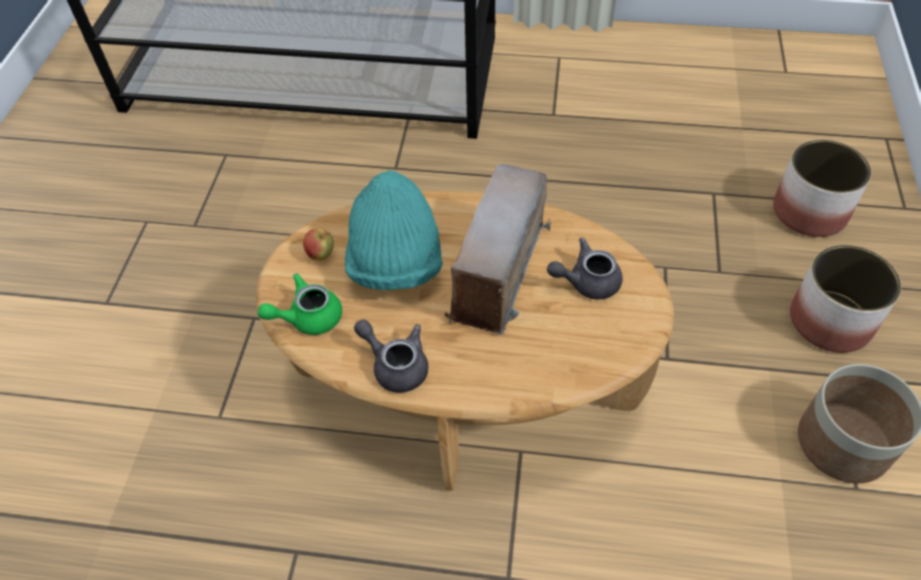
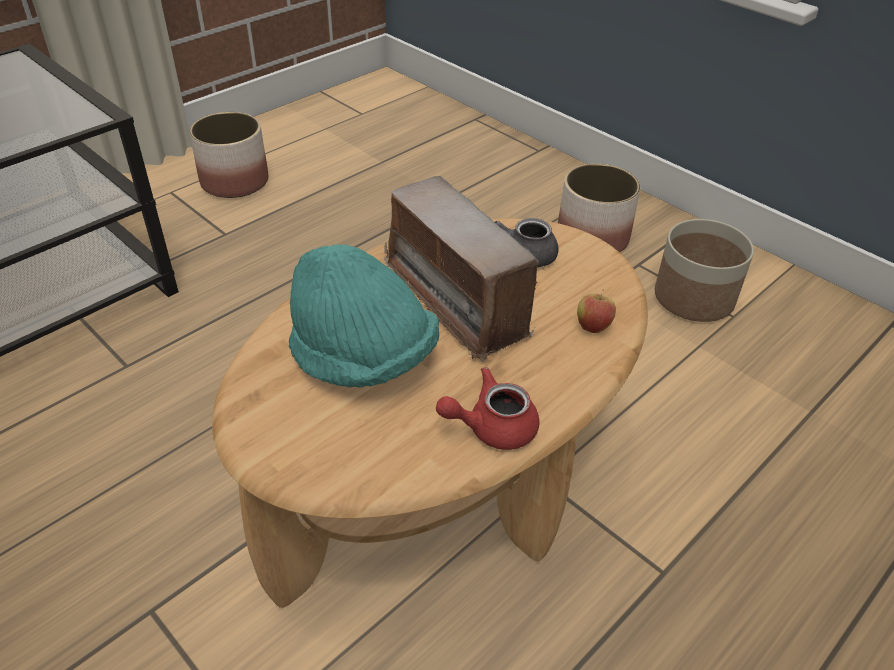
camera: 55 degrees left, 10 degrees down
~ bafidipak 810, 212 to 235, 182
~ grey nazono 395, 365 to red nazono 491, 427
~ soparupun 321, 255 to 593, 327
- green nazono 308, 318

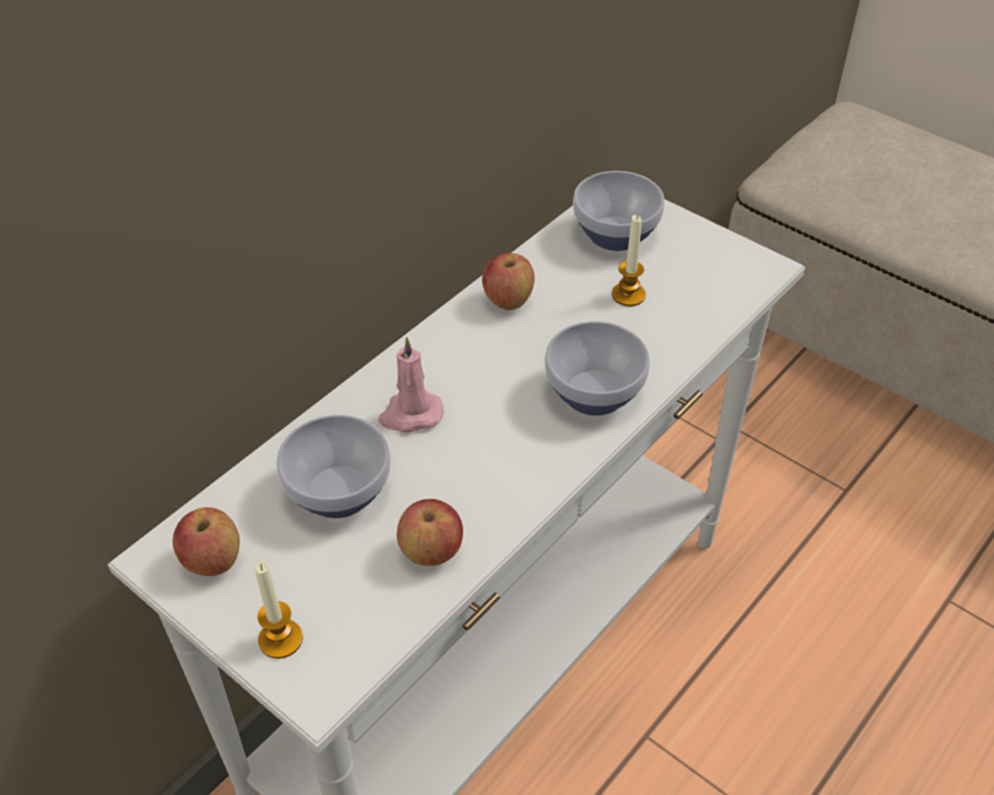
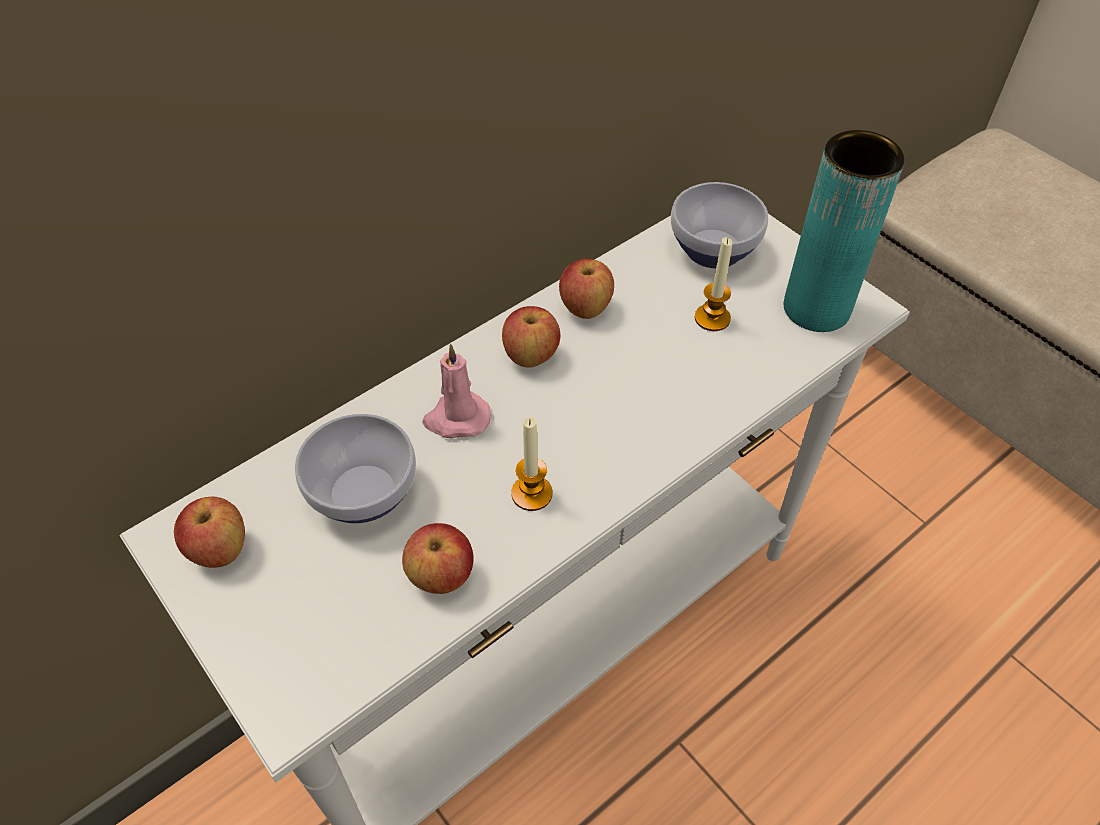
camera: 10 degrees right, 5 degrees up
+ soparupun 530, 356
~ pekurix 280, 639 to 531, 493
+ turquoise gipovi 816, 308
- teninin 591, 392

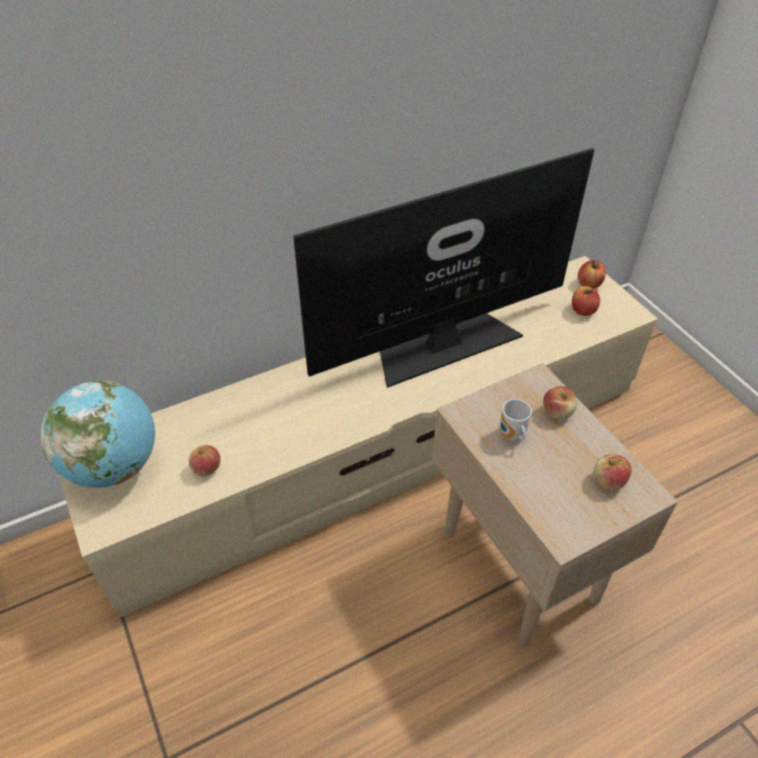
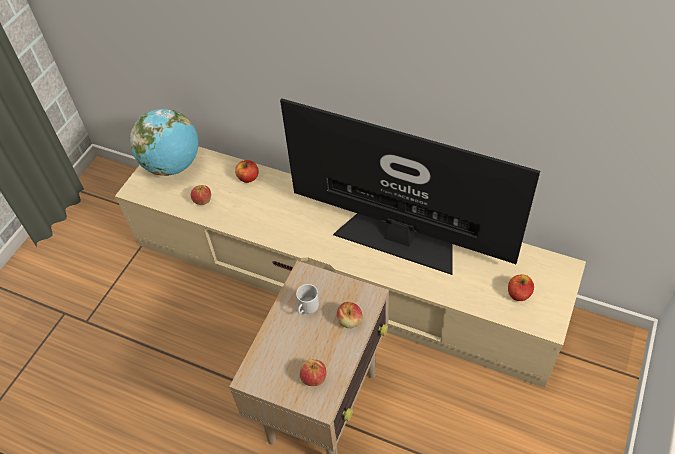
camera: 55 degrees right, 5 degrees up
~ soparupun 589, 284 to 248, 178

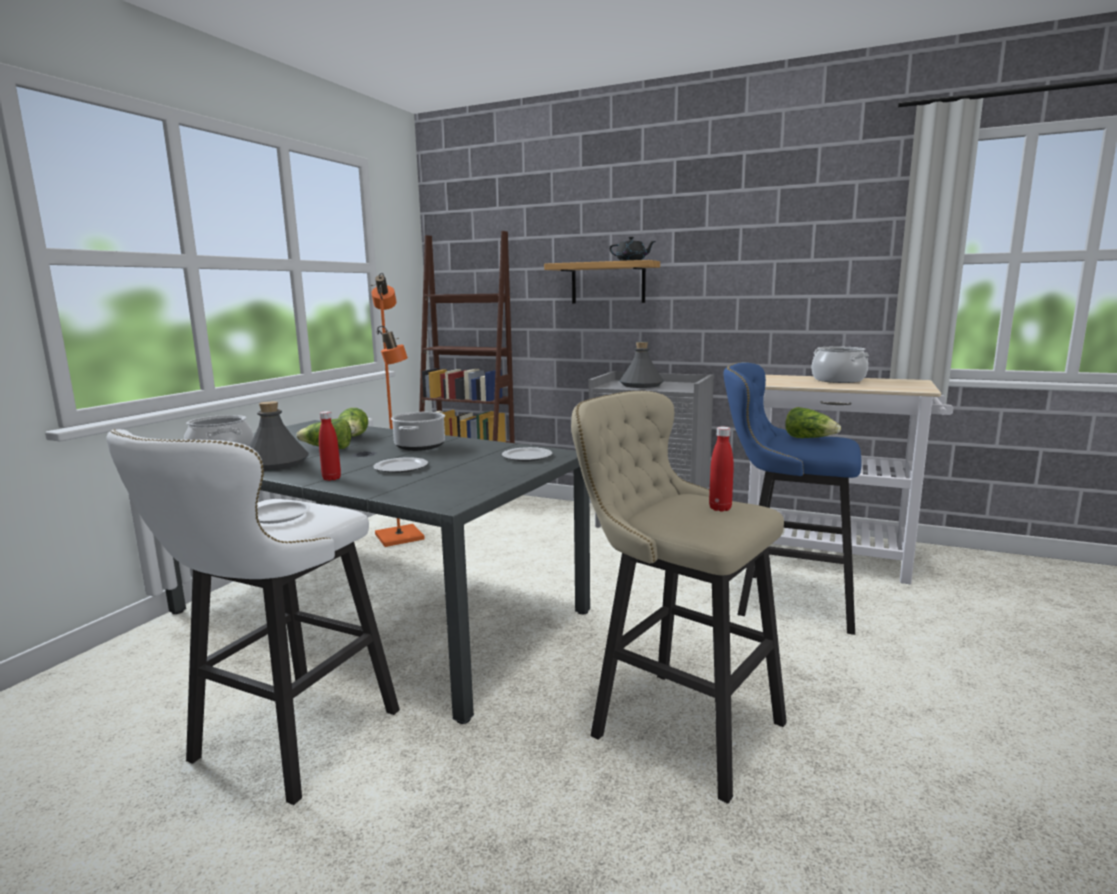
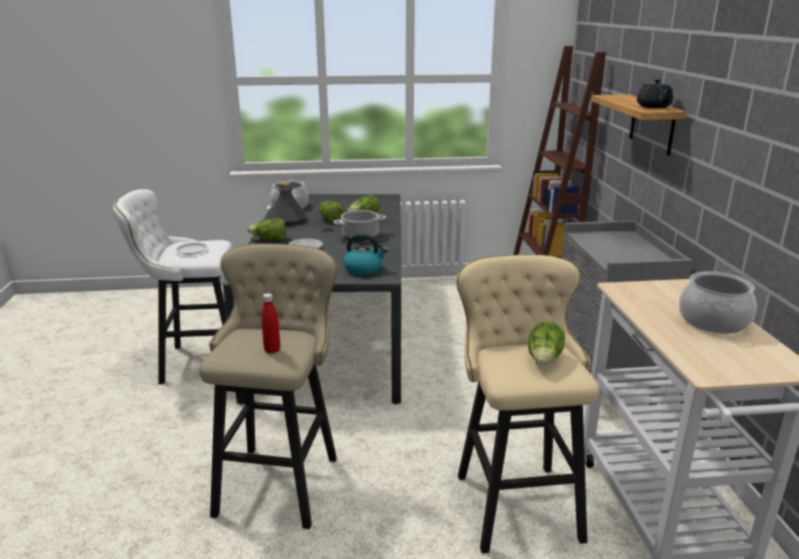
camera: 60 degrees right, 10 degrees up
~ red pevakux 331, 478 to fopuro 269, 239
~ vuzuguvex 526, 456 to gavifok 364, 269
~ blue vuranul 780, 599 to beige vuranul 513, 495
- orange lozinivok 399, 537
- grey pevakux 641, 385

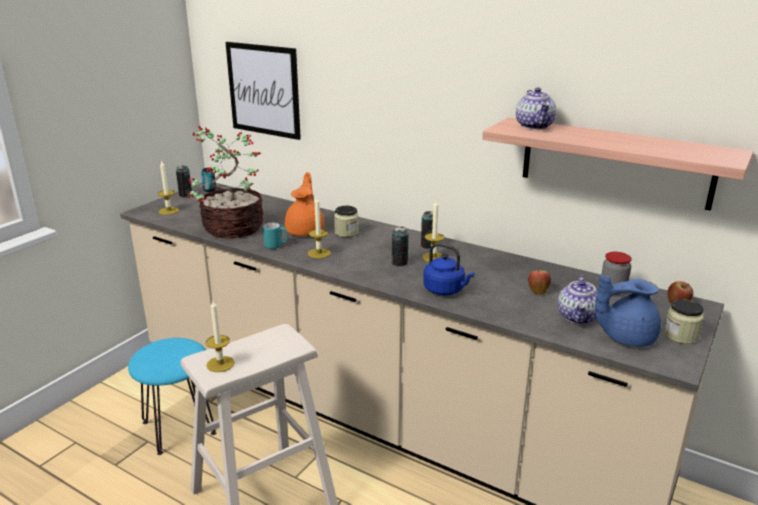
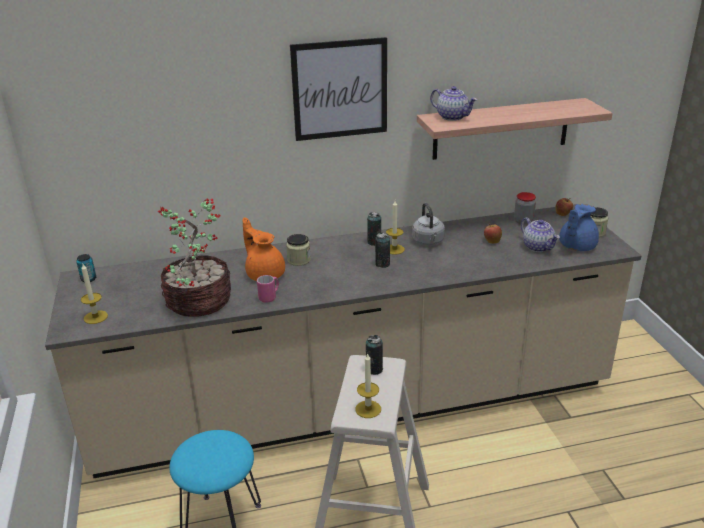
camera: 45 degrees left, 5 degrees up
~ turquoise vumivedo 276, 246 to pink vumivedo 269, 297
~ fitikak 263, 90 to 340, 89
~ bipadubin 185, 195 to 374, 369
+ grey gavifok 428, 242
- pekurix 319, 253
- blue gavifok 446, 290

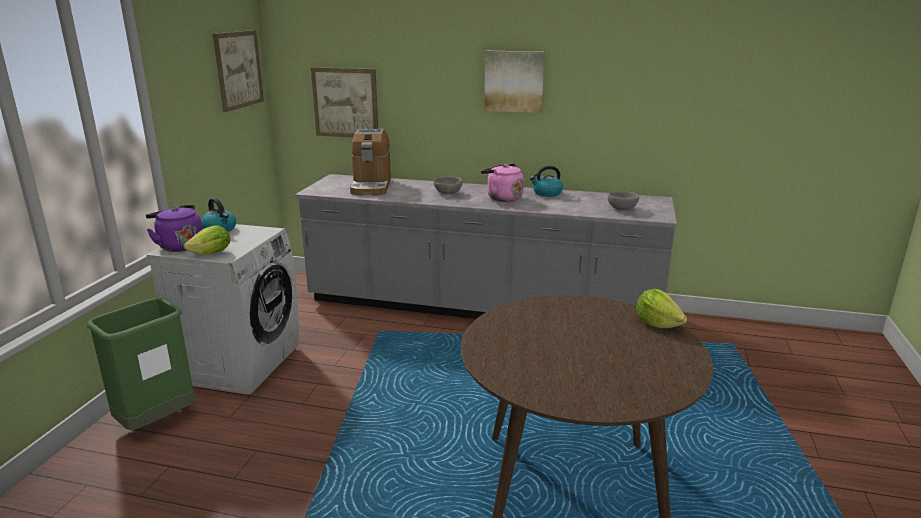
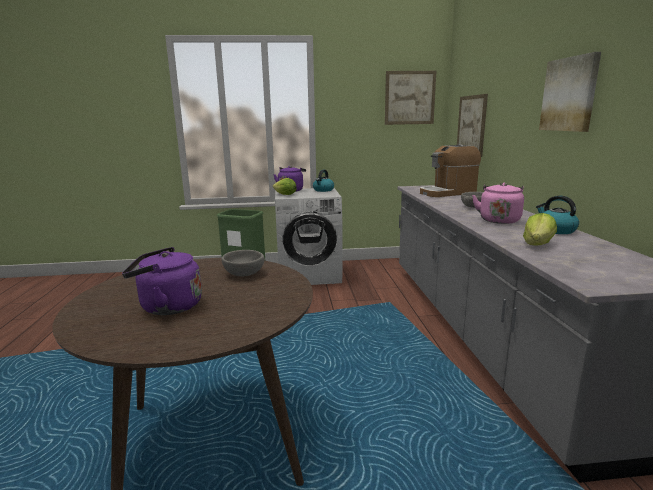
camera: 70 degrees right, 5 degrees down
+ purple gavifok 167, 307
~ grey teninin 621, 208 to 243, 273
~ fopuro 657, 323 to 538, 244

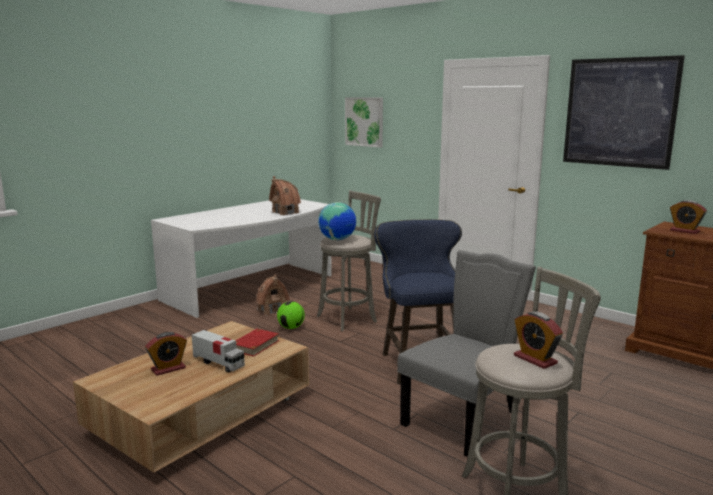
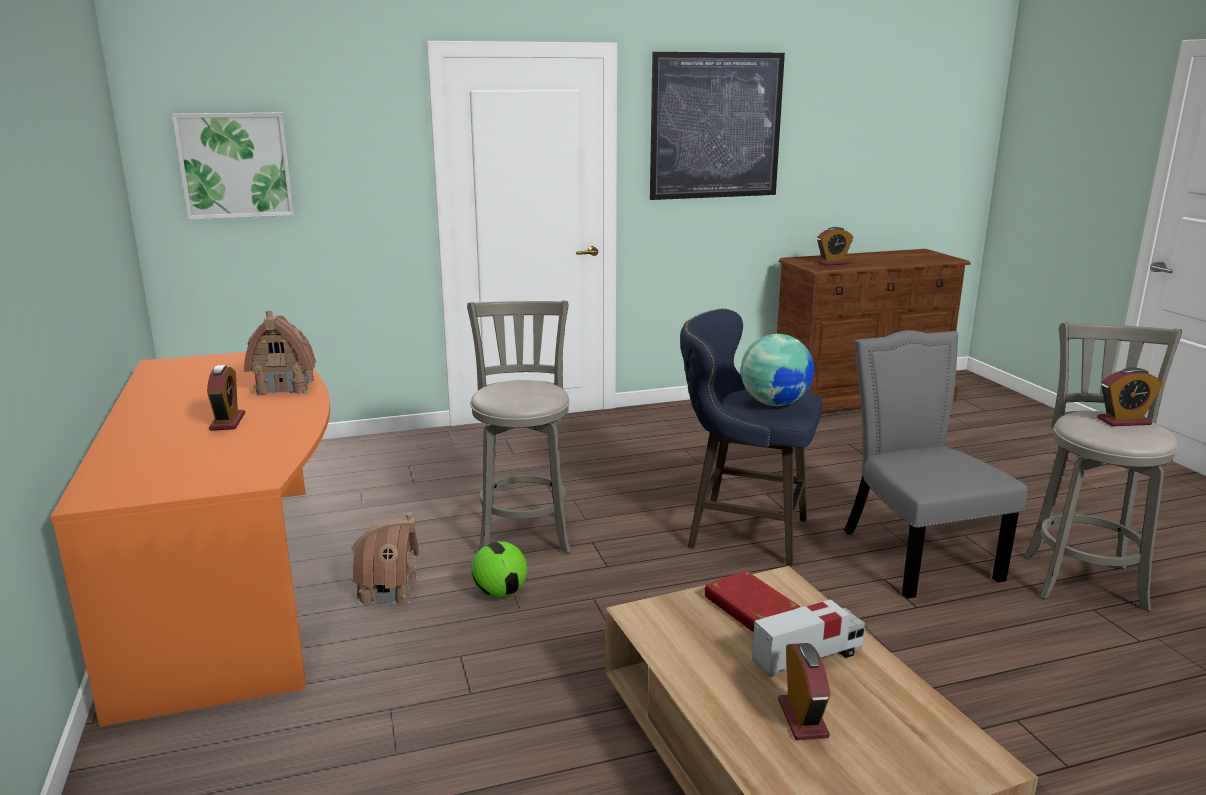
camera: 60 degrees left, 5 degrees up
~ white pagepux 253, 288 to orange pagepux 238, 582
+ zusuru 227, 422
~ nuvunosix 337, 239 to 775, 403

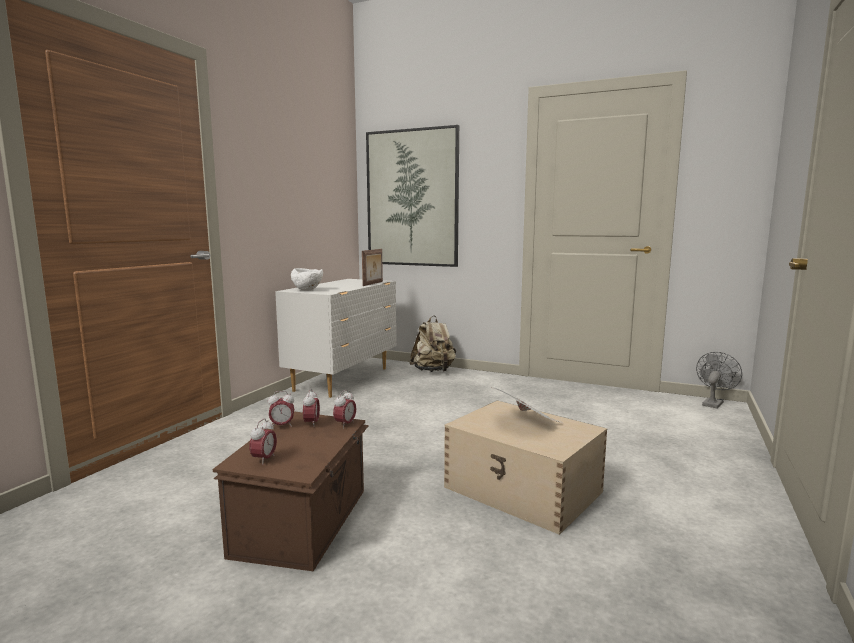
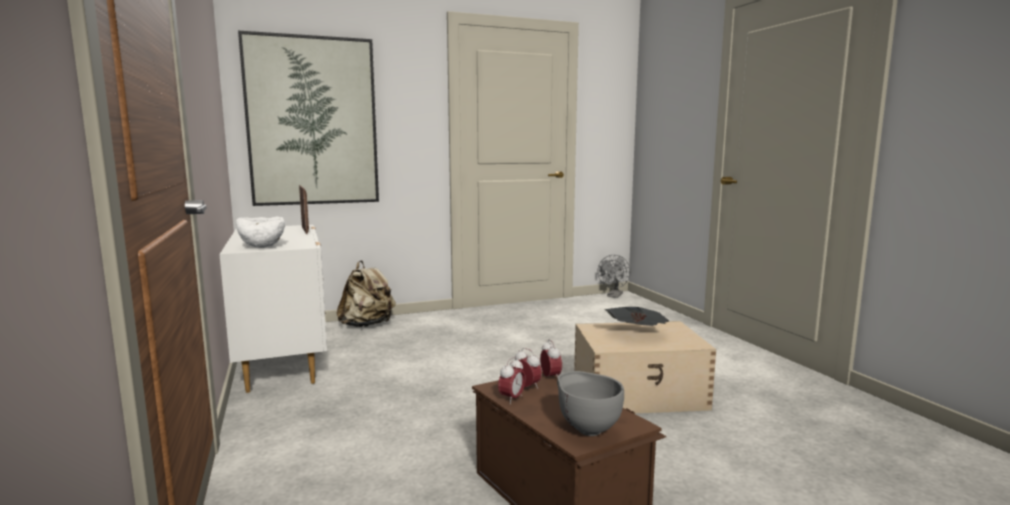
camera: 45 degrees left, 0 degrees up
~ zusuru 264, 460 to grey teninin 587, 429
~ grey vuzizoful 713, 403 = 614, 296 150 degrees counterclockwise

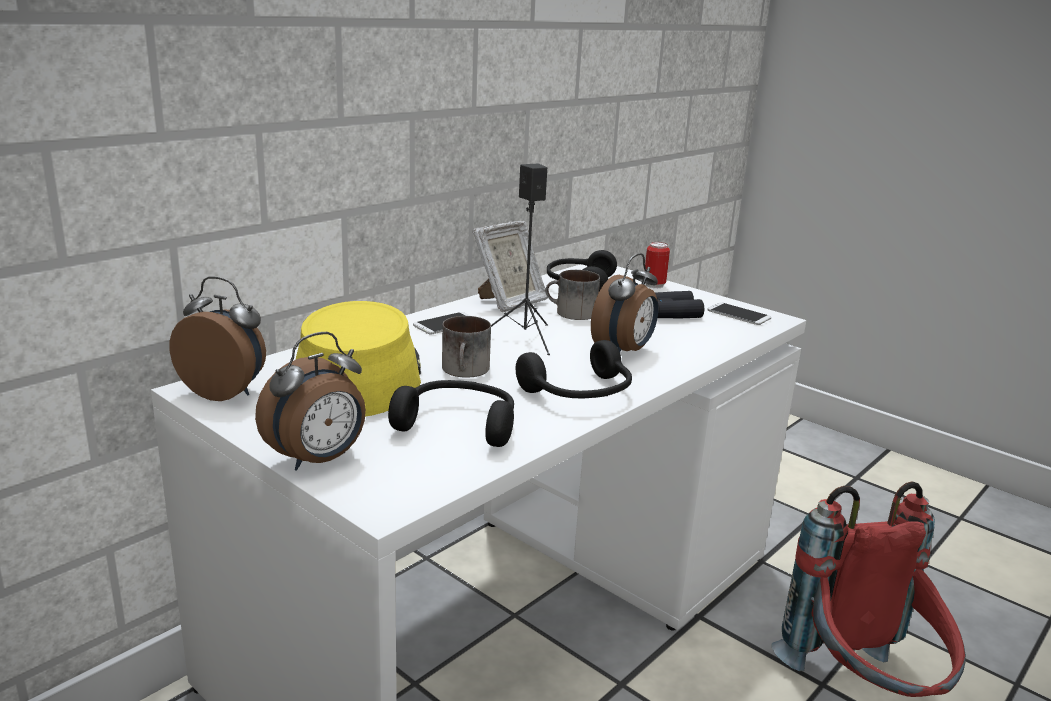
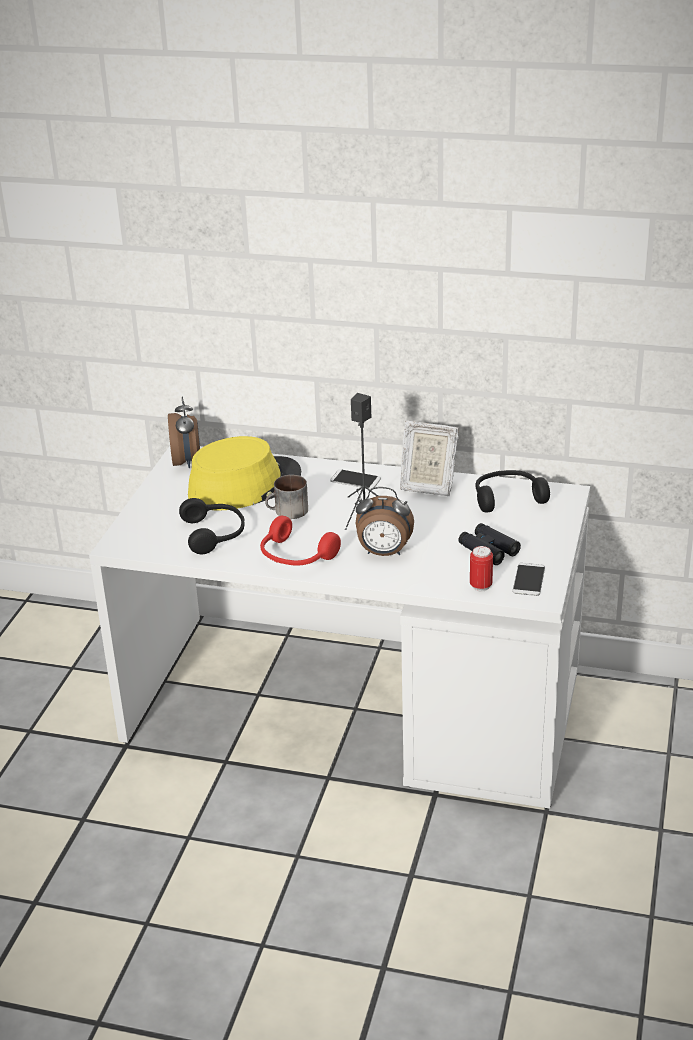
camera: 65 degrees right, 10 degrees up
~ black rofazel 580, 393 to red rofazel 295, 557
~ bipadubin 654, 285 to 481, 586
- zusuru 318, 460
- vumivedo 570, 313
- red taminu 863, 693

